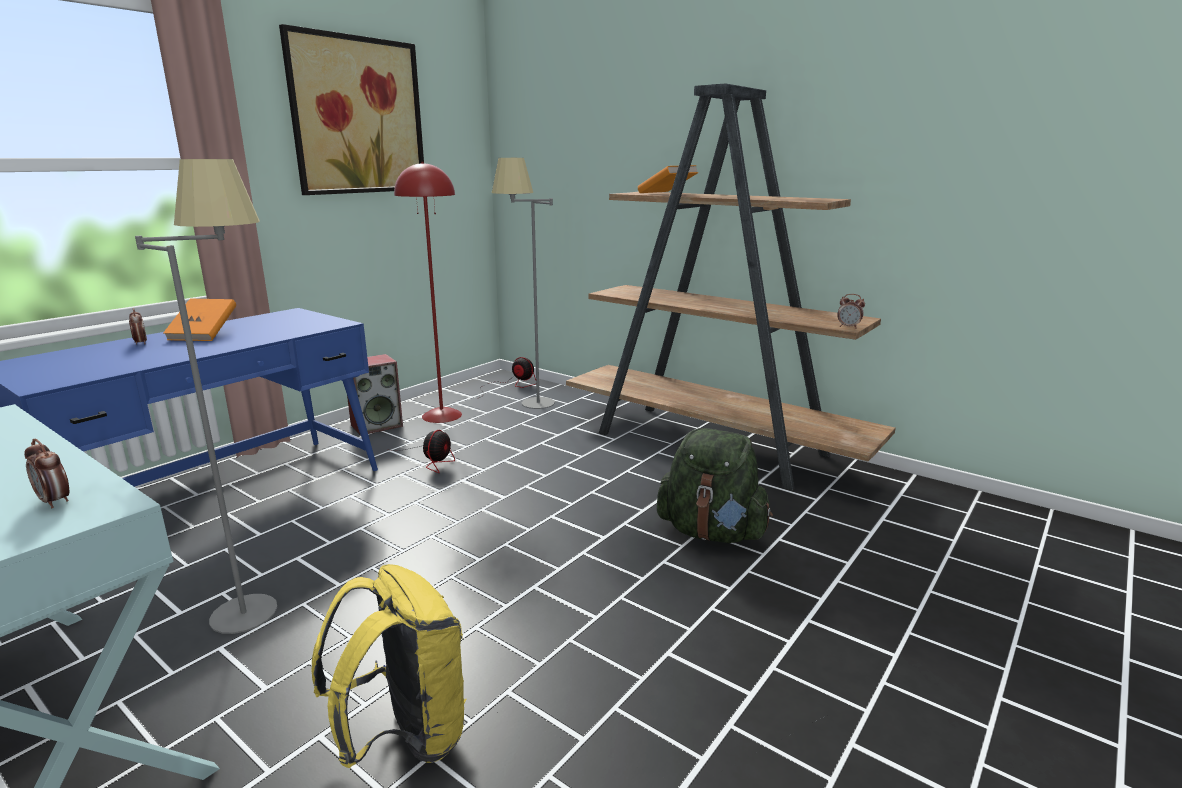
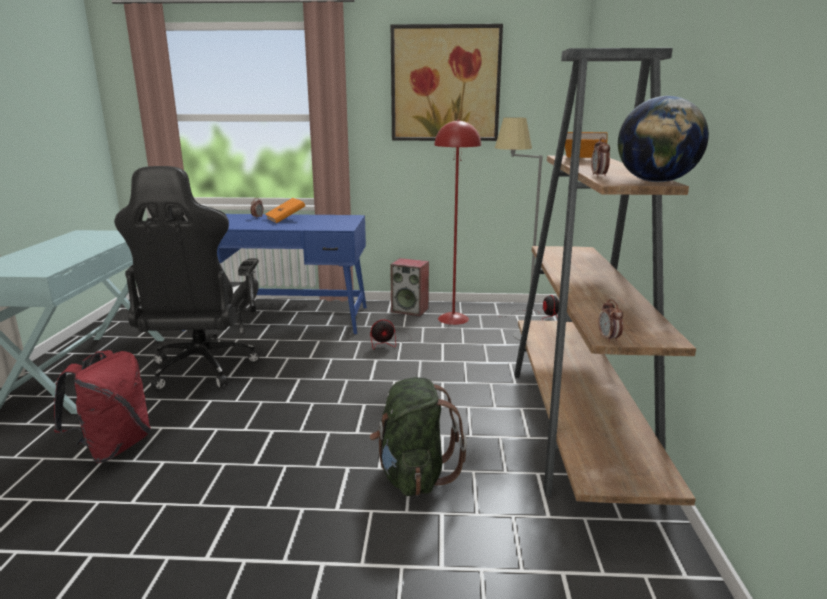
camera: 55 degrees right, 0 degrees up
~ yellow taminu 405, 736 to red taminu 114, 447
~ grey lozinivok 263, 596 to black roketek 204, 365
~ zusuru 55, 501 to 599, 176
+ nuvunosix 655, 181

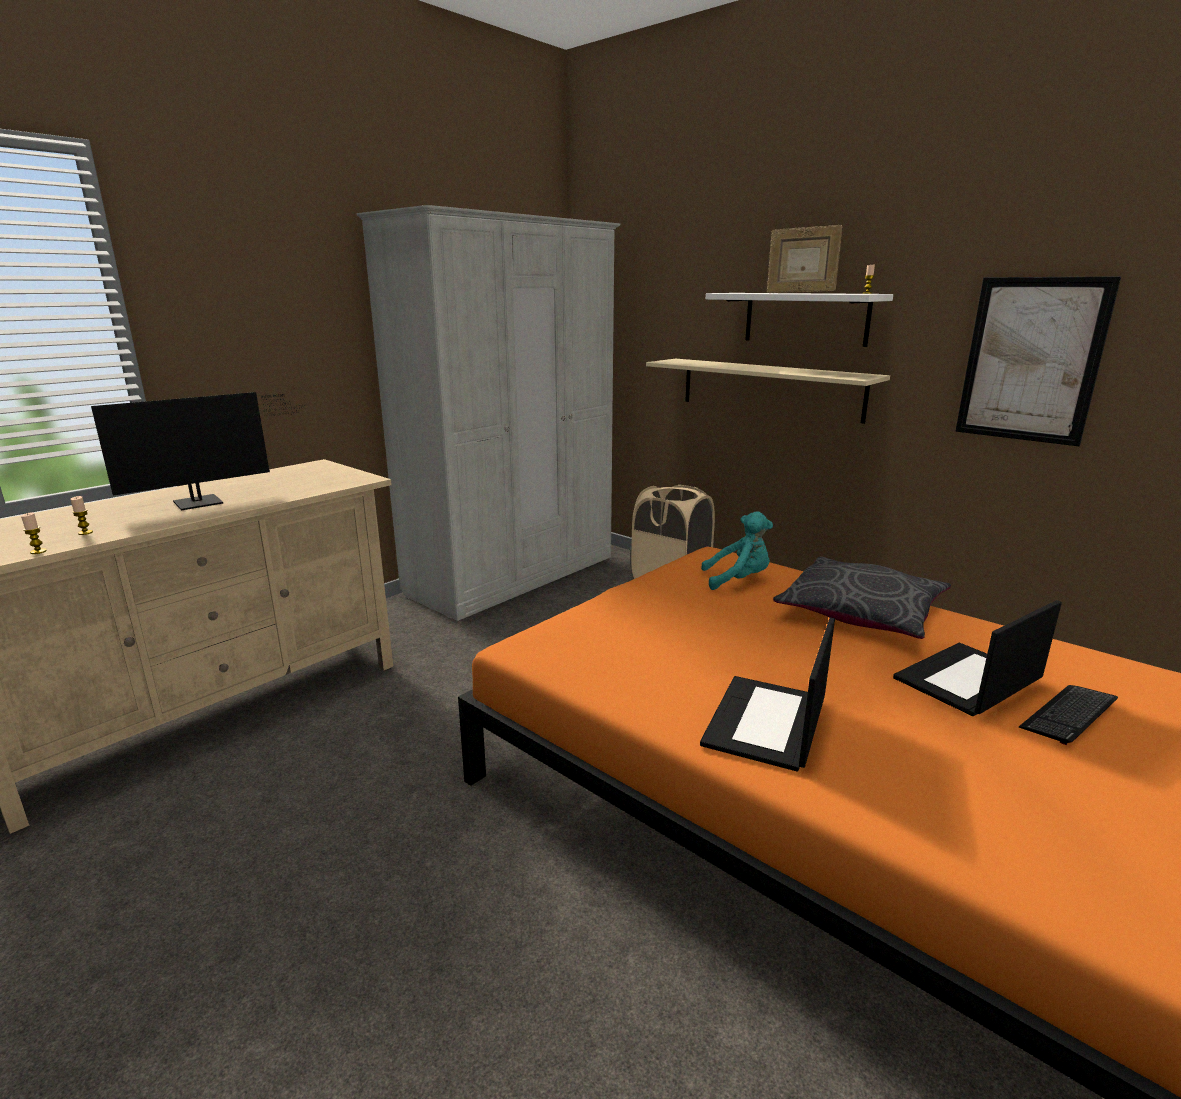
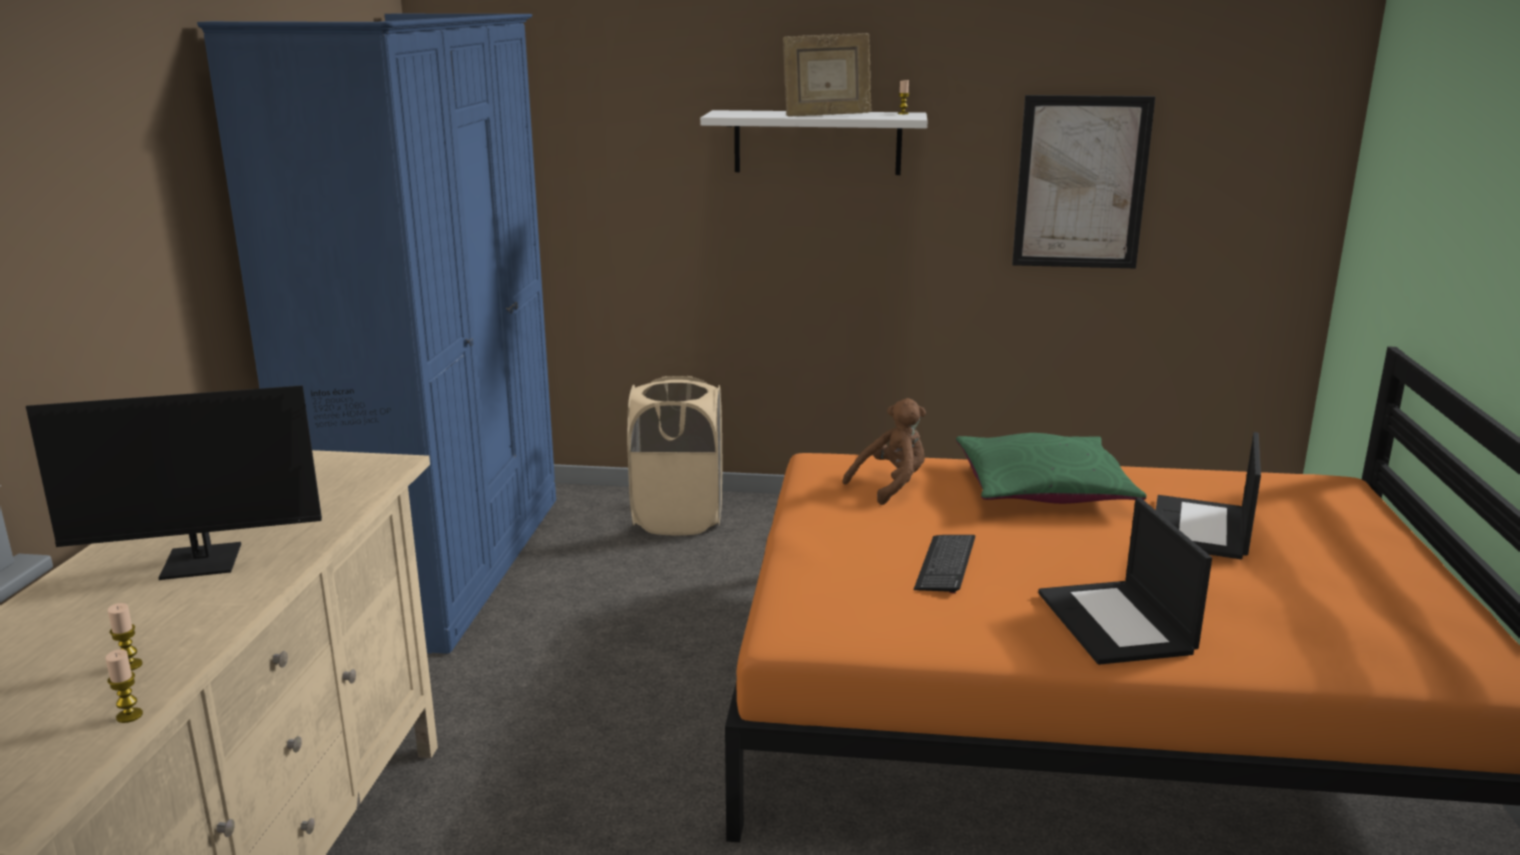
camera: 35 degrees left, 0 degrees up
~ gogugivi 206, 501 = 214, 561 60 degrees clockwise
~ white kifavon 514, 574 to blue kifavon 446, 563
~ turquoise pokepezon 738, 580 to brown pokepezon 891, 486
~ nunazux 1068, 715 to 945, 565
~ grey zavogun 861, 612 to green zavogun 1043, 488
- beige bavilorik 769, 389

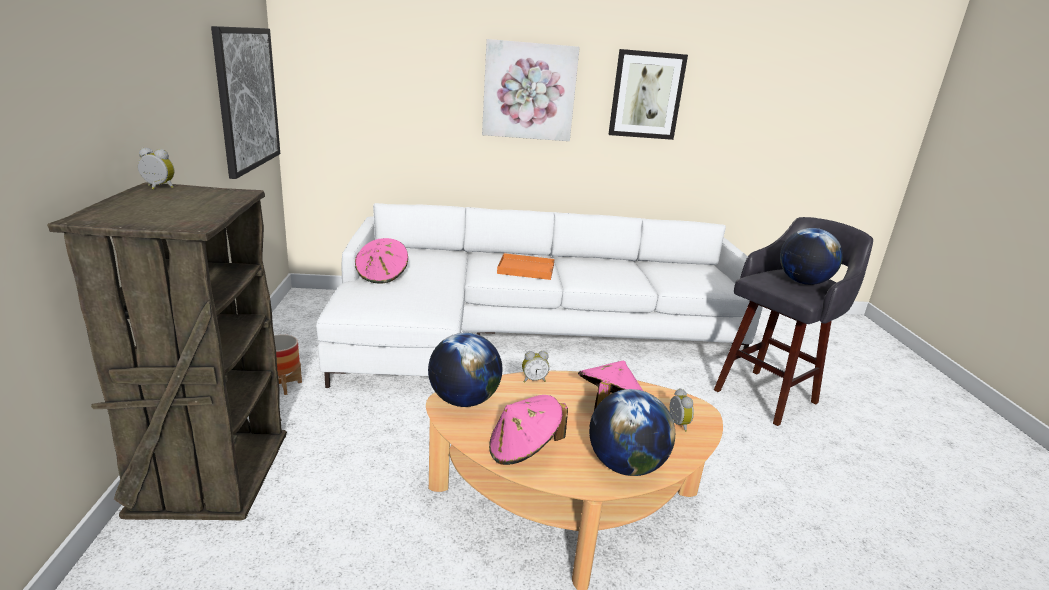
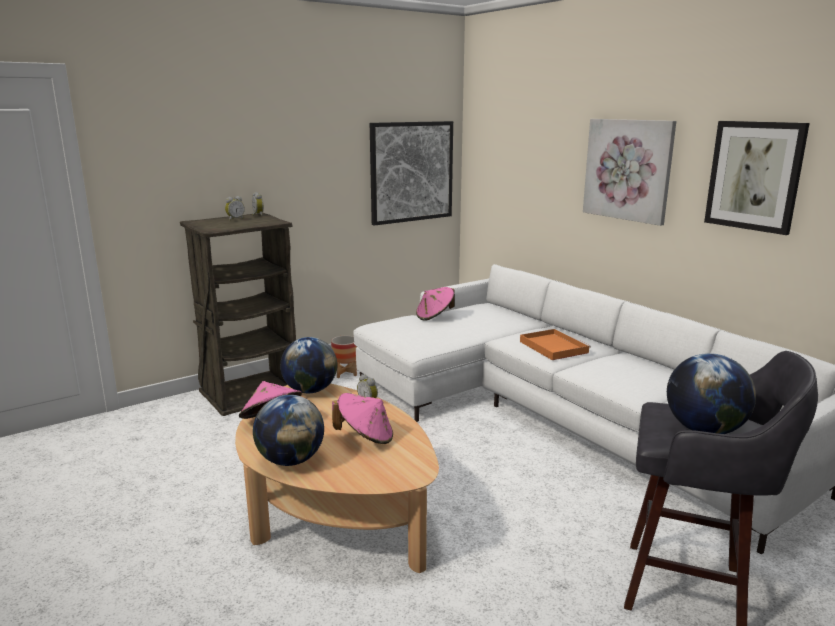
camera: 60 degrees right, 5 degrees down
~ zusuru 676, 425 to 235, 219

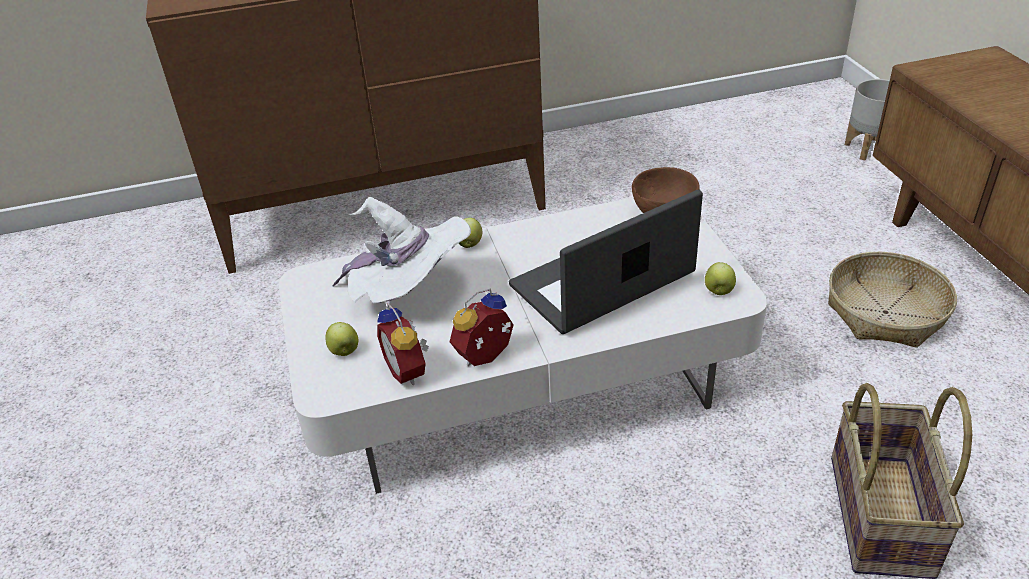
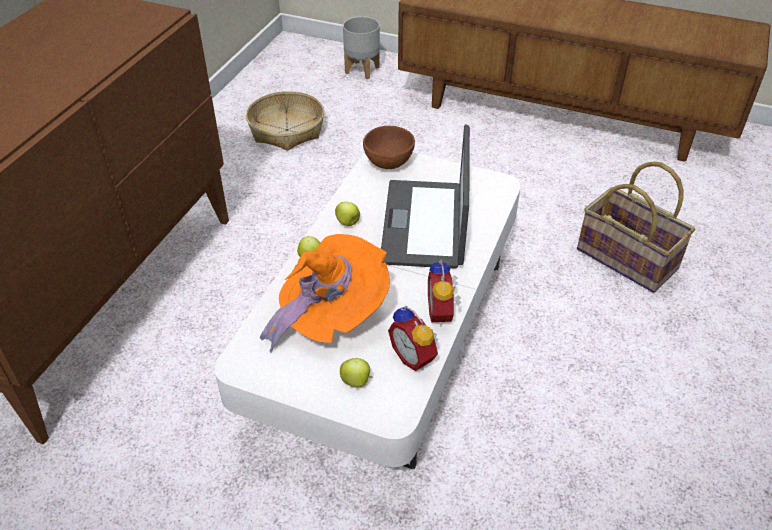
camera: 55 degrees left, 5 degrees up
~ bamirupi 885, 312 to 286, 130
~ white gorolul 410, 293 to orange gorolul 331, 316
~ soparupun 718, 291 to 348, 223
~ zusuru 409, 370 = 415, 357 45 degrees clockwise

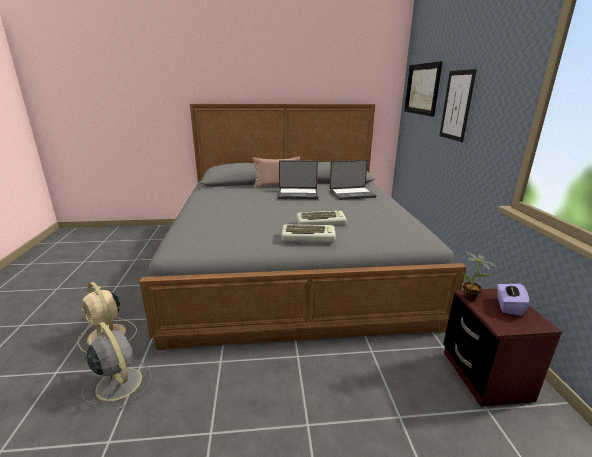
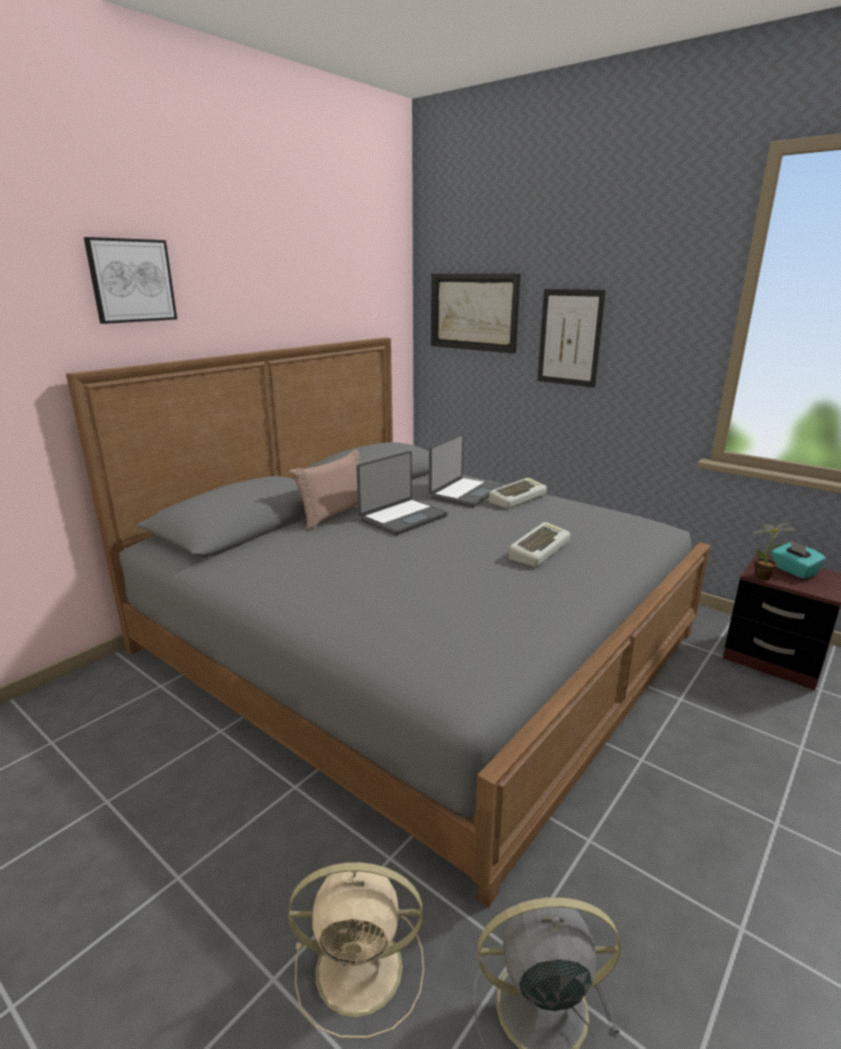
camera: 45 degrees left, 0 degrees up
+ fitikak 131, 281
~ nunazux 308, 237 to 517, 498
~ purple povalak 508, 306 to turquoise povalak 793, 571

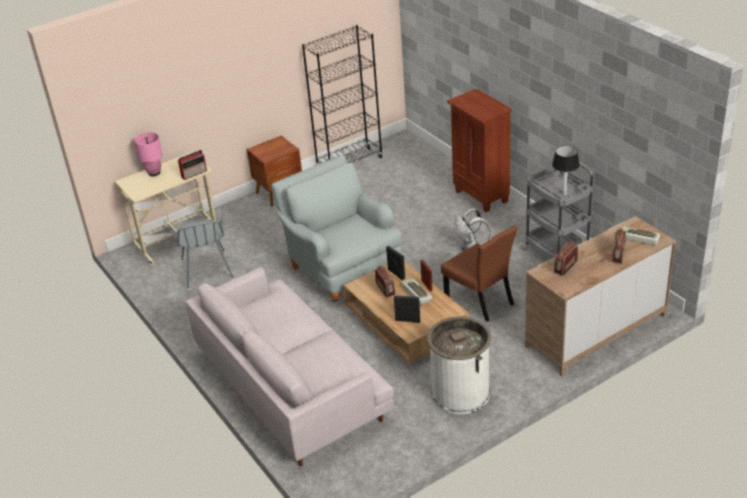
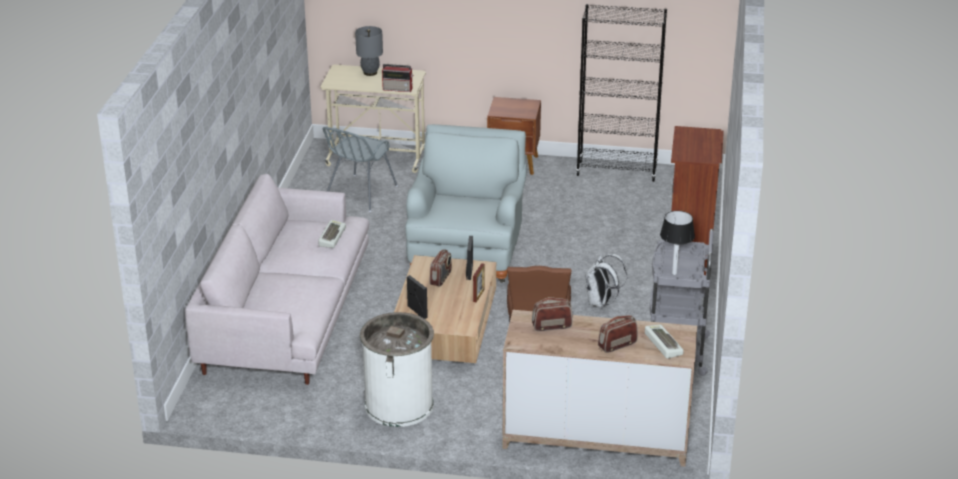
camera: 40 degrees right, 5 degrees down
~ nunazux 416, 293 to 331, 237
~ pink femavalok 154, 173 to grey femavalok 370, 73

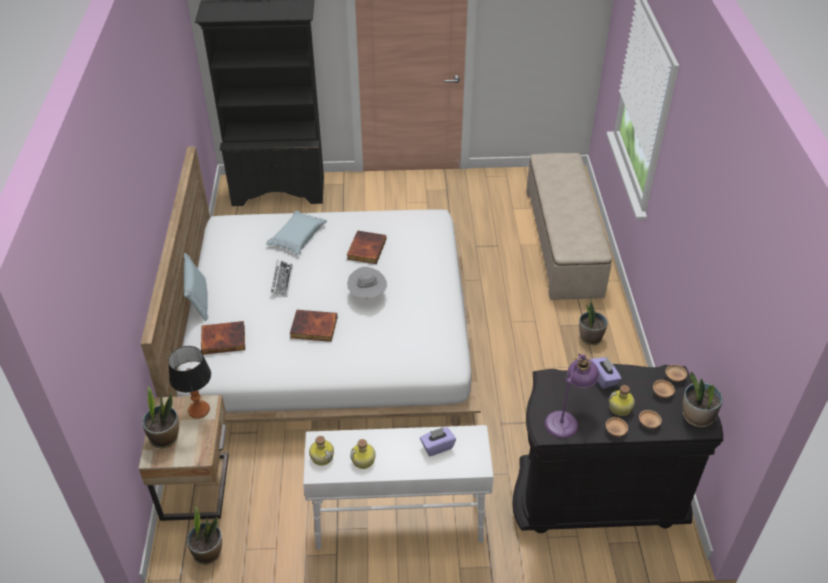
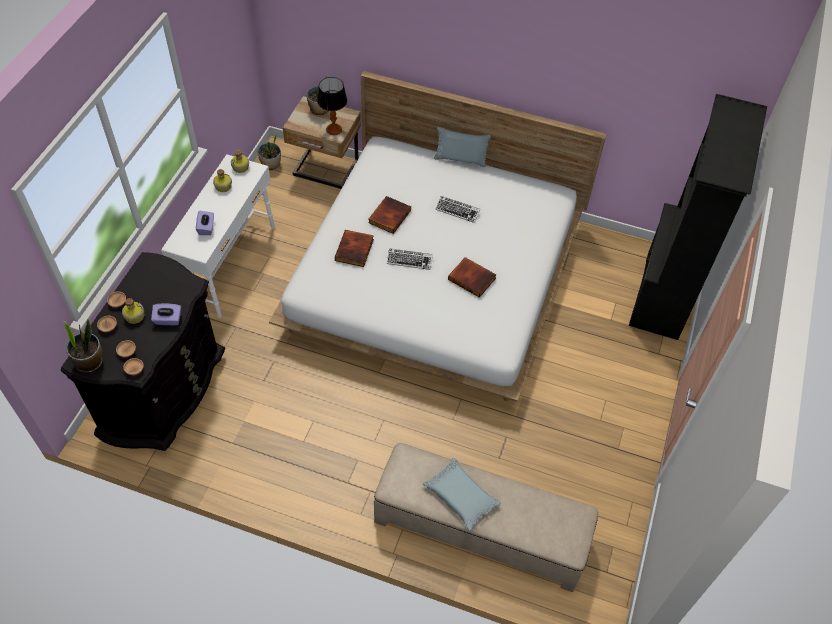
camera: 110 degrees right, 10 degrees up
~ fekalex 224, 339 to 355, 250
~ grey gorolul 367, 295 to nunazux 409, 261
~ blue zavogun 297, 236 to 460, 496
- purple femavalok 568, 415
- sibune 590, 337

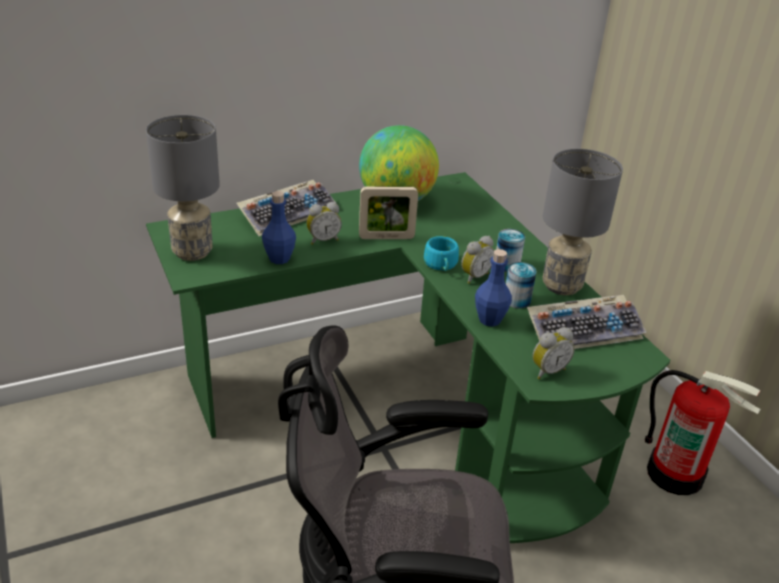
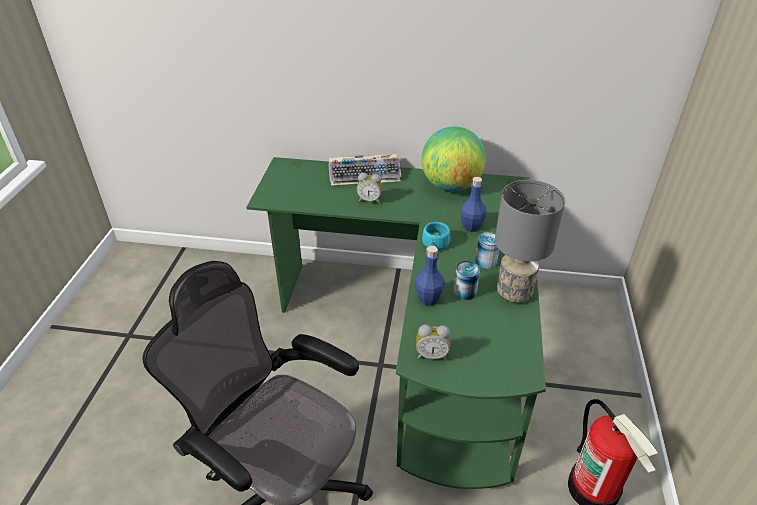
camera: 35 degrees right, 5 degrees up
~ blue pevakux 279, 258 to 471, 227
- grey femavalok 191, 252
- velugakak 386, 237
- zusuru 474, 276
- nunazux 584, 330

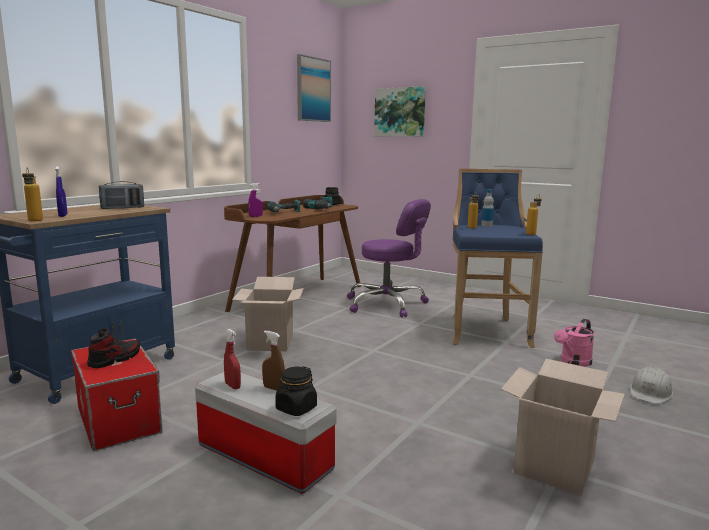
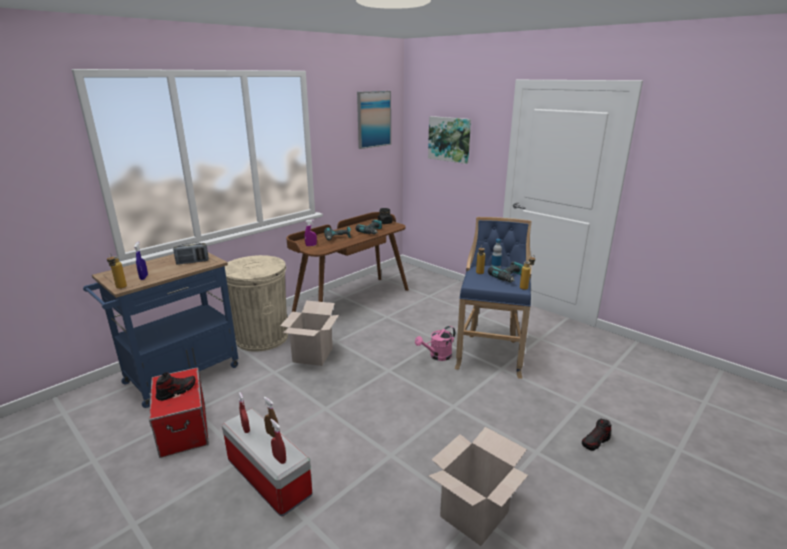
camera: 10 degrees right, 10 degrees up
+ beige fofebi 262, 337
~ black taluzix 296, 408 to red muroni 279, 459
~ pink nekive 573, 362 to 437, 356
+ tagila 509, 277
~ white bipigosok 650, 392 to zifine 595, 442
- purple roketek 389, 305

